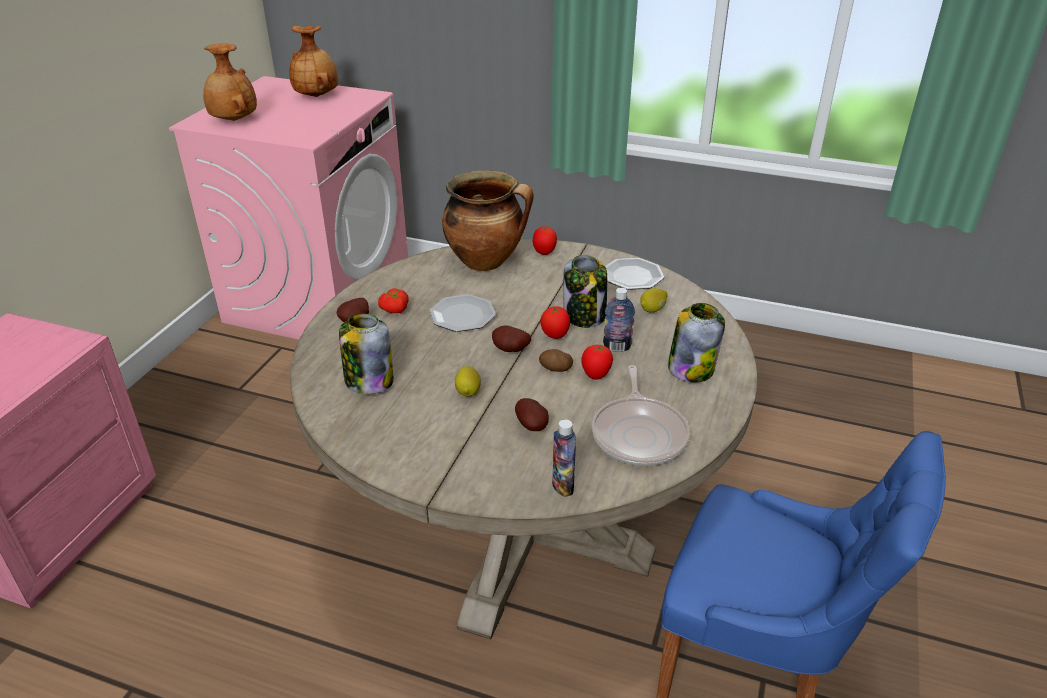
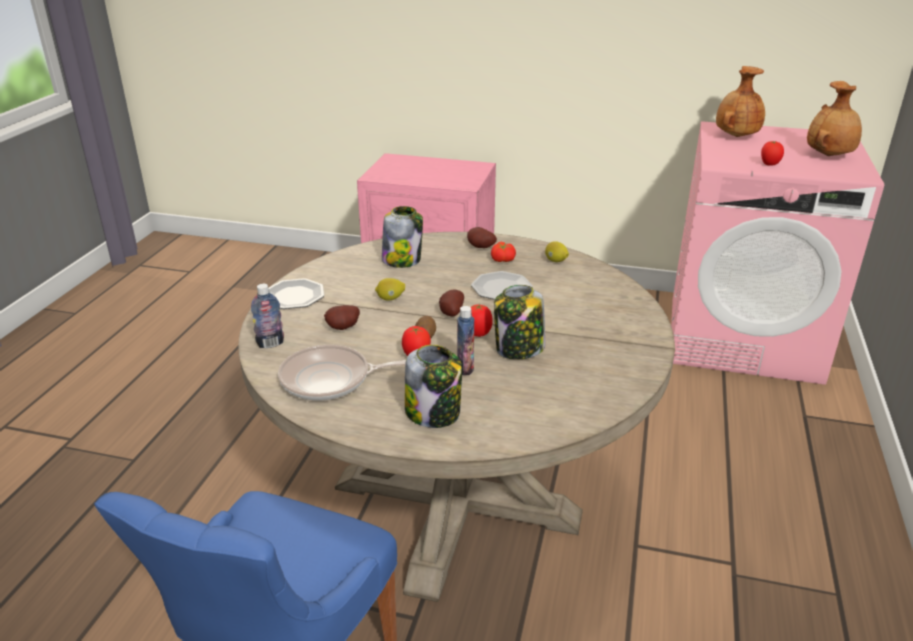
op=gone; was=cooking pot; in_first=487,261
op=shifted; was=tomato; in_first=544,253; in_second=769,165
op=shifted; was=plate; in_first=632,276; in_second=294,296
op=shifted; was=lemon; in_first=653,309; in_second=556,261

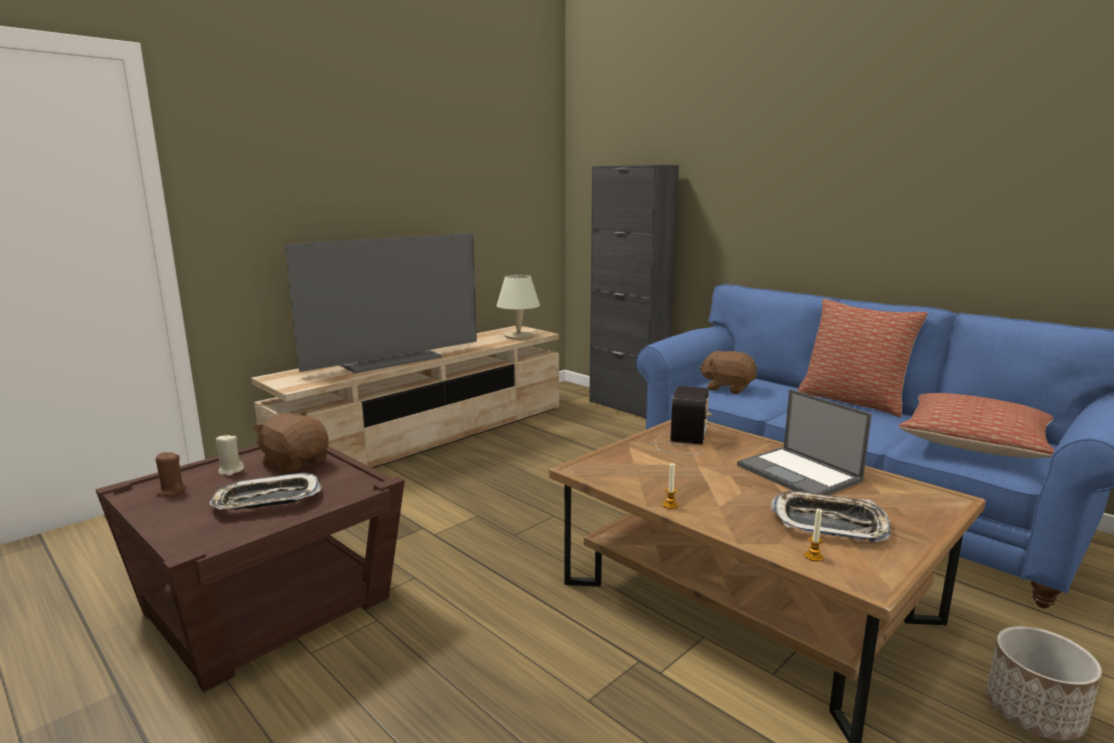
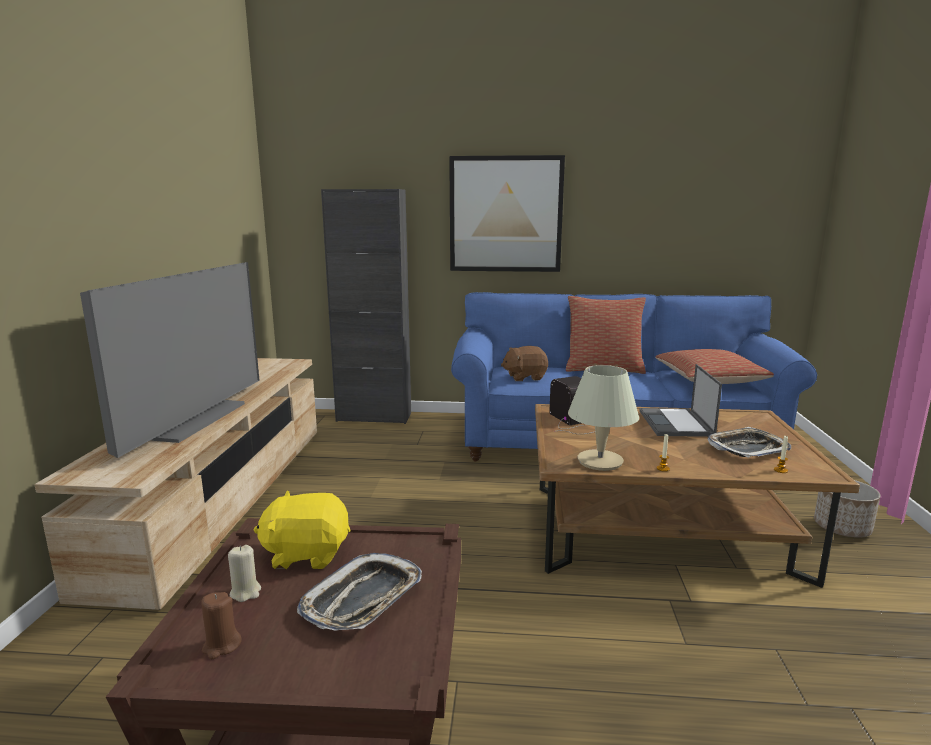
op=shifted; was=beige-coloured lamp for a table; in_first=518,336; in_second=600,461
op=rotated; was=notebook computer; in_first=800,473; in_second=676,423; clockwise=75
op=repainted; was=brownish cuddly toy; now=yellow cuddly toy; in_first=296,463; in_second=306,553
op=new; now=picture; in_second=505,214

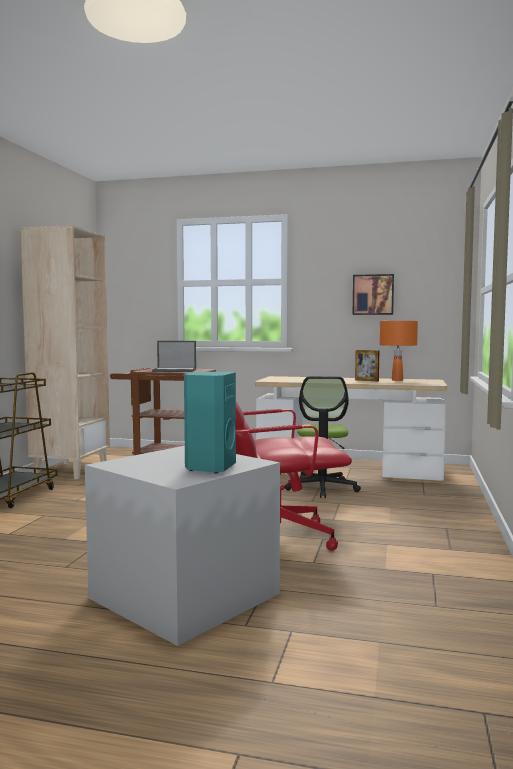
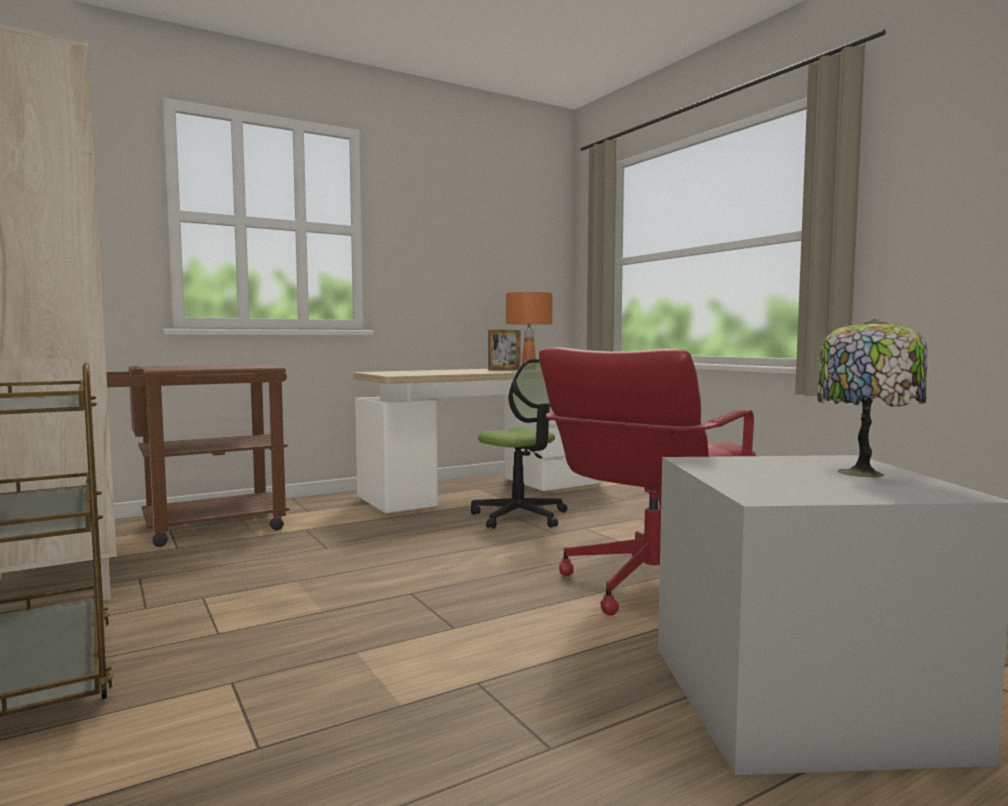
op=gone; was=picture; in_first=373,294
op=gone; was=notebook computer; in_first=175,370
op=swapped; was=turquoise-coloured loudspeaker; now=lamp for a table; in_first=209,468; in_second=864,473

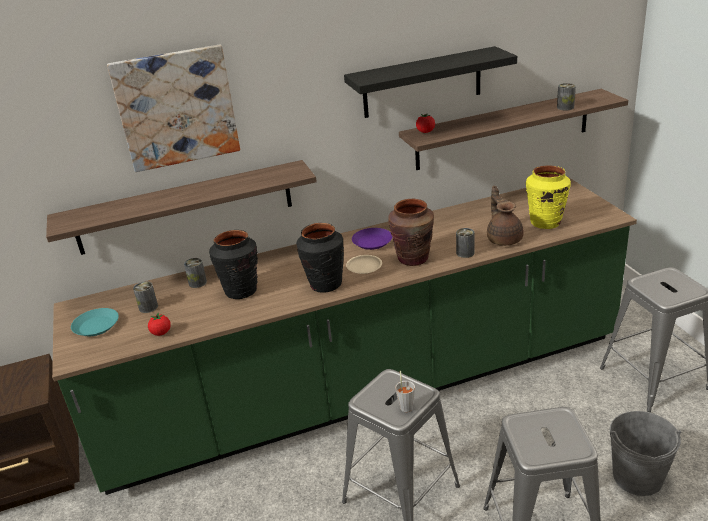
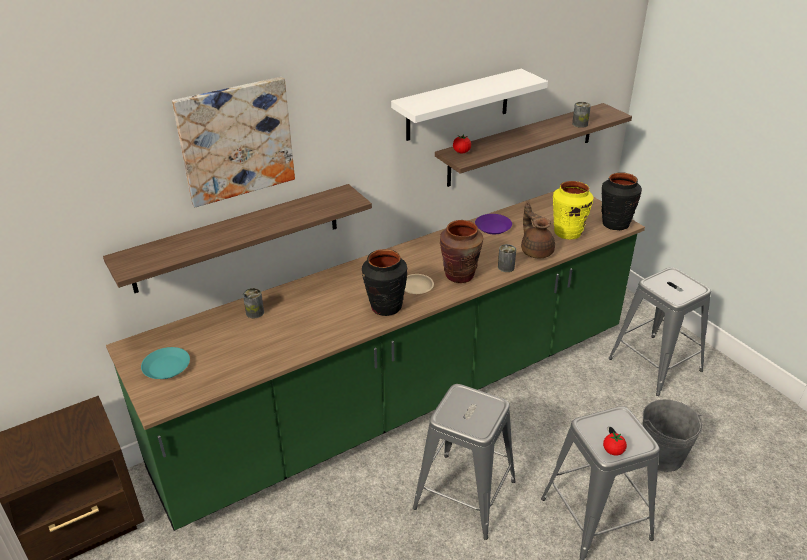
op=repainted; was=black-coloured wall shelf; now=white wall shelf; in_first=422,83; in_second=458,105
op=shifted; was=purple-coloured plate; in_first=372,242; in_second=493,227
op=shifted; was=black-coloured vase; in_first=241,291; in_second=615,224
op=gone; was=can; in_first=148,307
op=shifted; was=tomato; in_first=161,333; in_second=613,451
op=gone; was=greyish cup; in_first=406,405

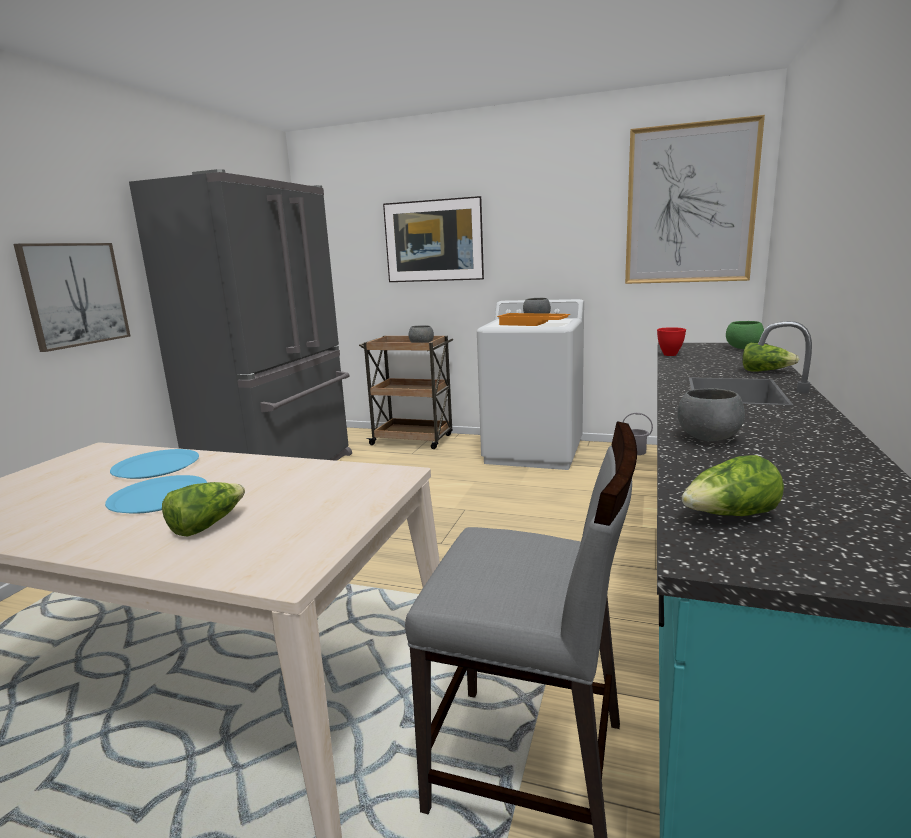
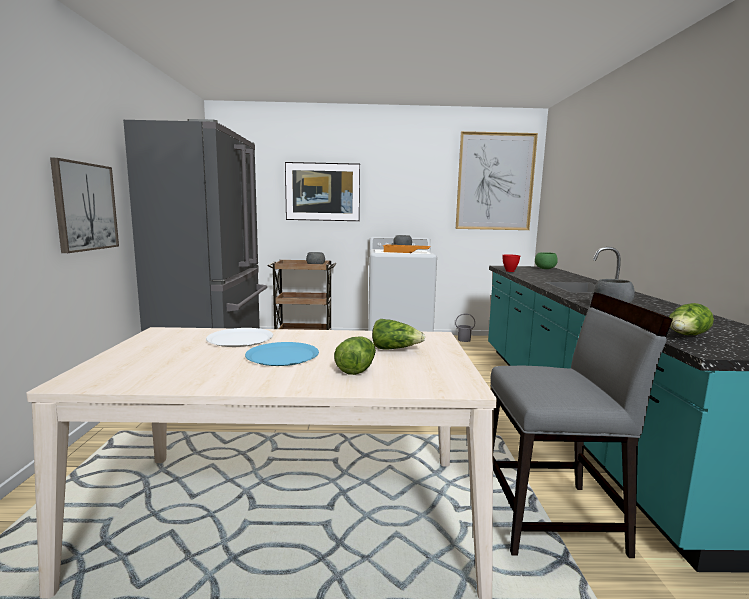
op=shifted; was=head of lettuce; in_first=765,371; in_second=395,349
op=repainted; was=bluish plate; now=white plate; in_first=156,466; in_second=240,339

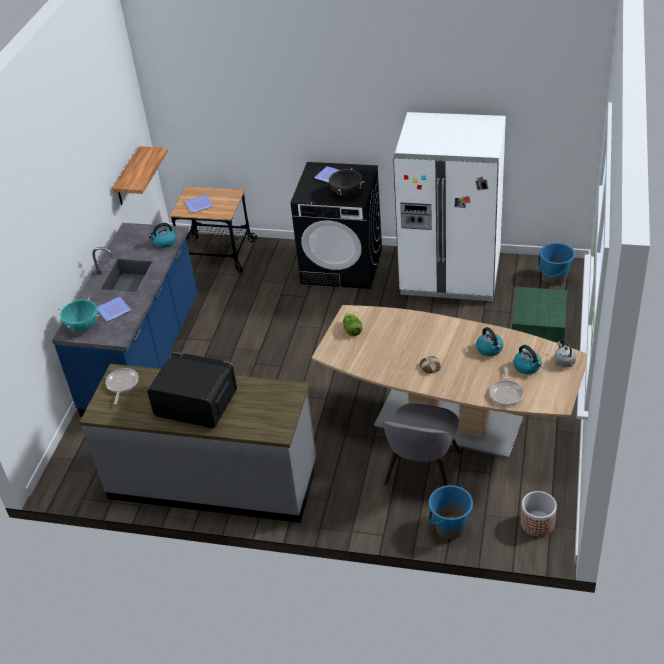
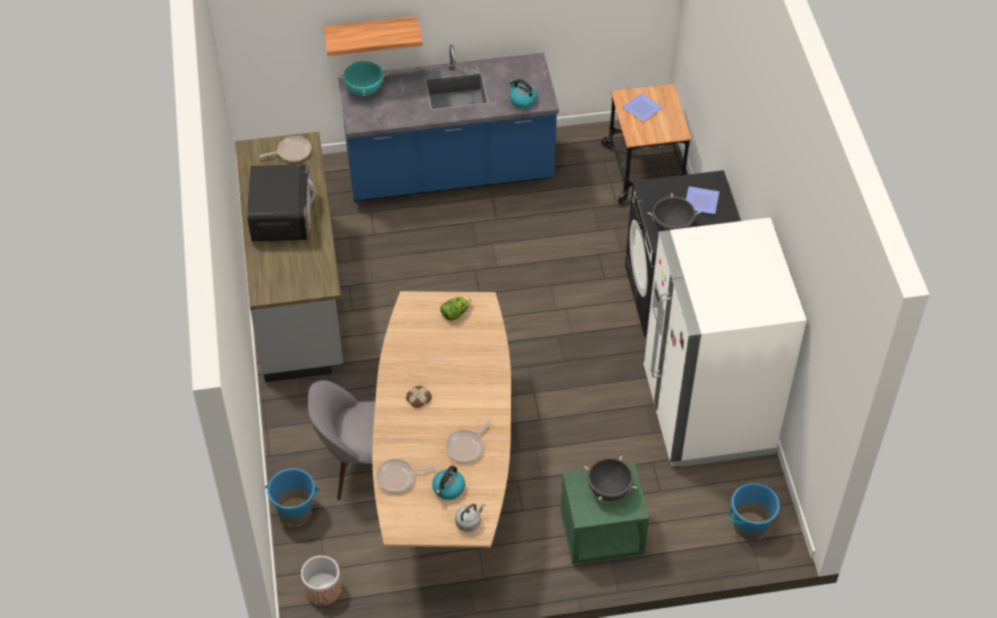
op=shifted; was=wall shelf; in_first=128,177; in_second=371,32
op=gone; was=plate; in_first=115,310
op=swapped; was=tea kettle; now=frying pan; in_first=490,349; in_second=466,447
op=new; now=black-coloured cooking pot; in_second=609,490

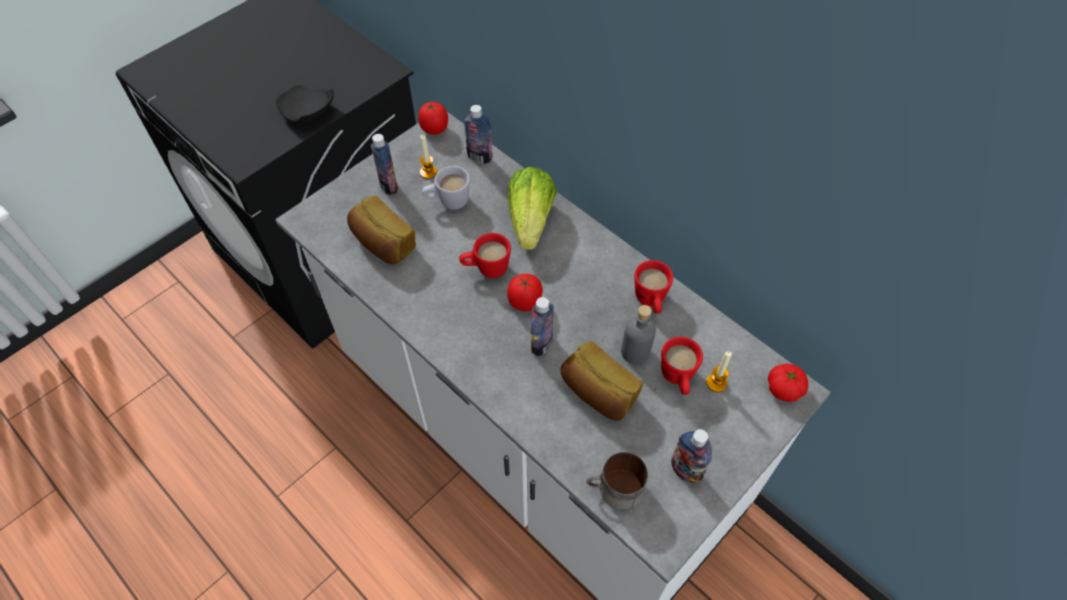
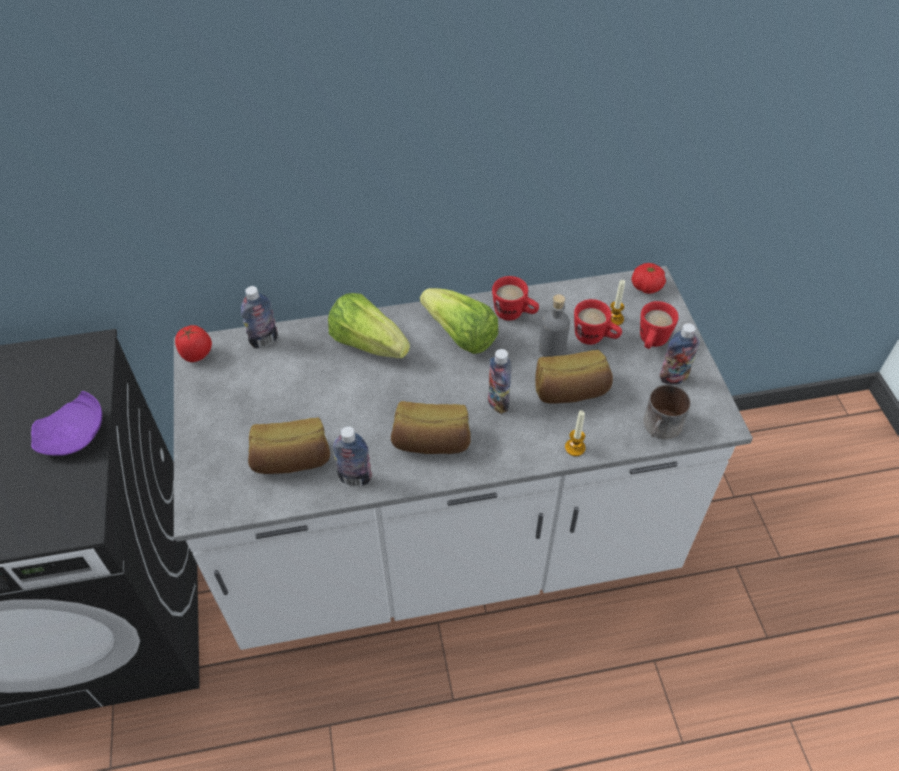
op=repainted; was=black-coloured plate; now=purple-coloured plate; in_first=307,113; in_second=74,436
op=shifted; was=drink bottle; in_first=388,186; in_second=355,478
op=shifted; was=wax candle; in_first=428,172; in_second=575,448
op=gone; was=white tea mug; in_first=448,202
op=shifted; was=red-coloured tea mug; in_first=486,269; in_second=651,342
op=gone; was=tomato; in_first=525,302
op=new; now=head of lettuce; in_second=460,335
op=new; now=baked bread; in_second=431,442

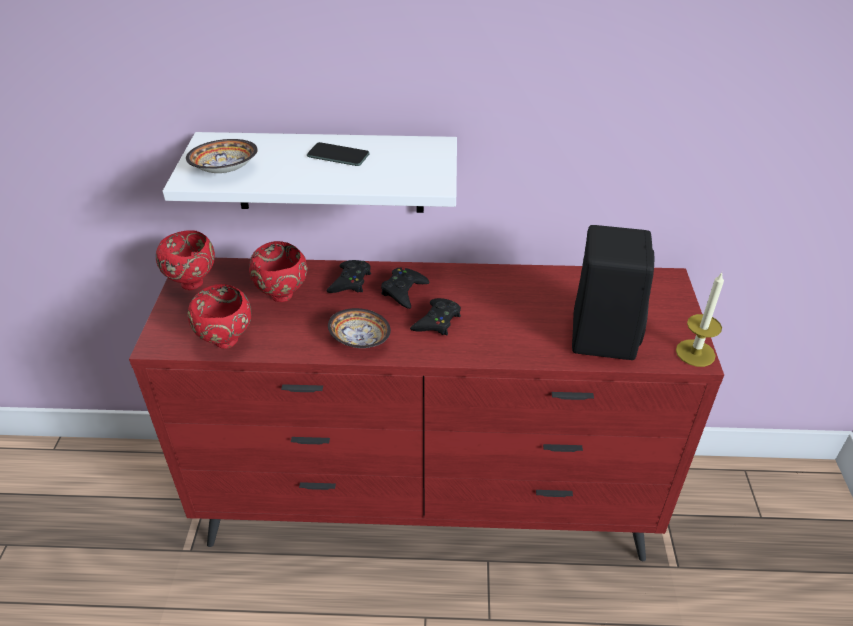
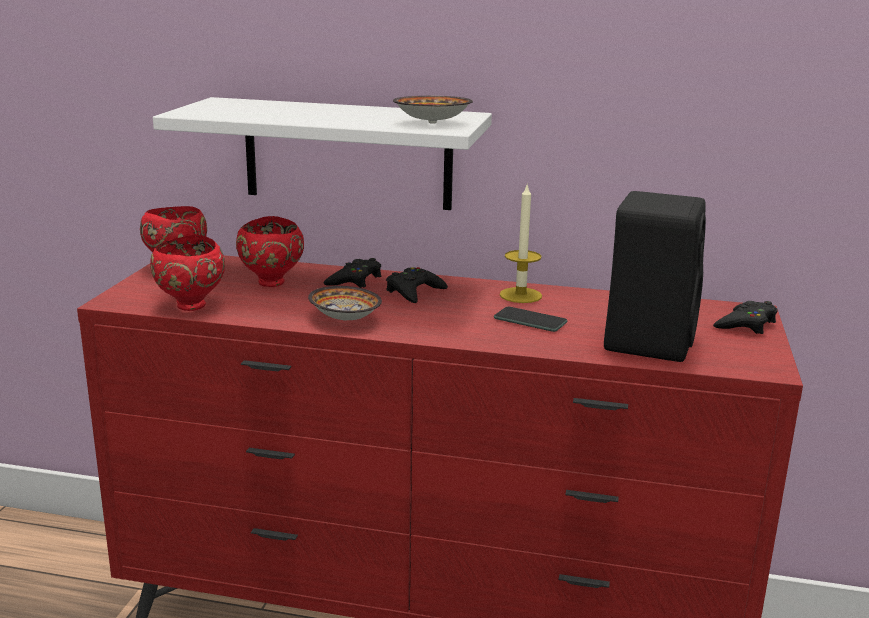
op=shifted; was=deep dish; in_first=226,170; in_second=434,123
op=shifted; was=handset; in_first=338,155; in_second=530,320
op=shifted; was=wax candle; in_first=695,353; in_second=520,295
op=shifted; was=black-coloured game controller; in_first=437,321; in_second=746,324

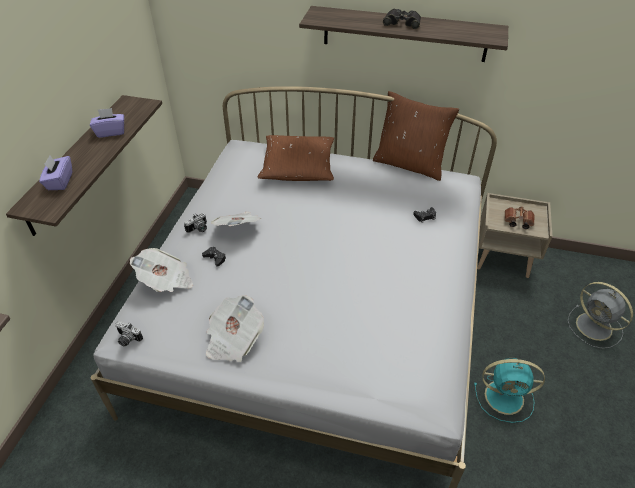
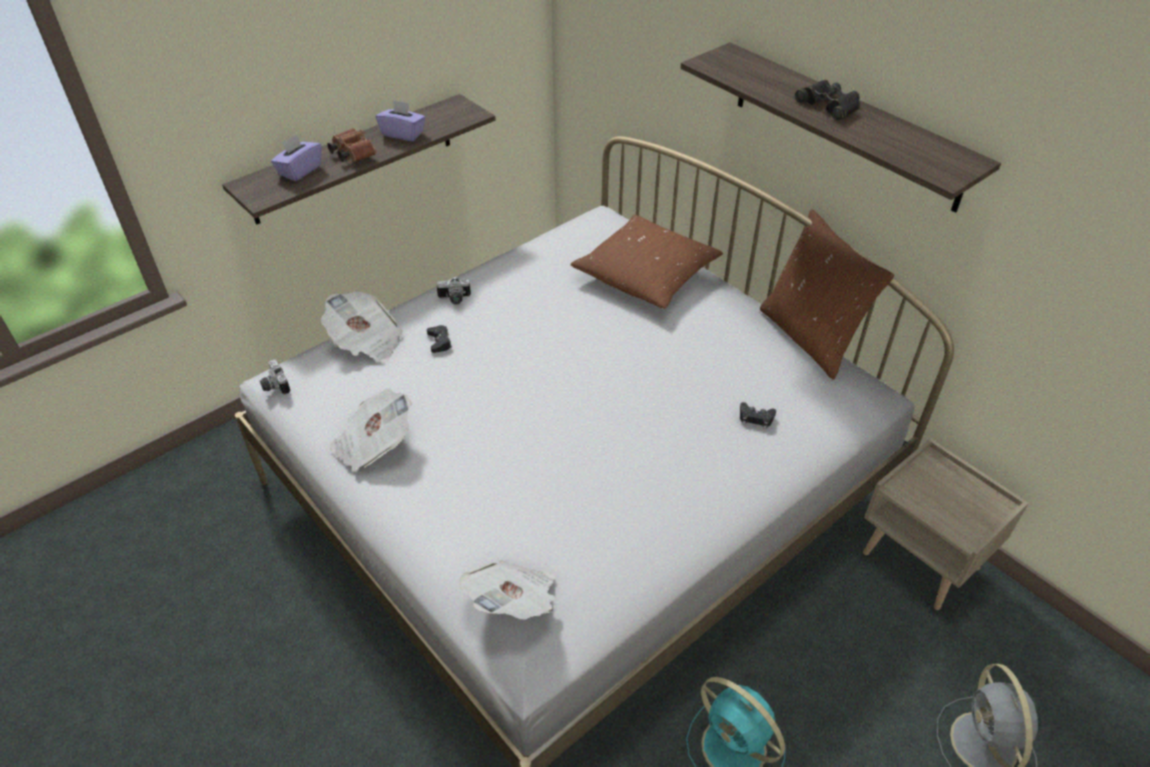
op=shifted; was=brownish pair of binoculars; in_first=517,222; in_second=352,154
op=shifted; was=daily paper; in_first=238,228; in_second=514,602

